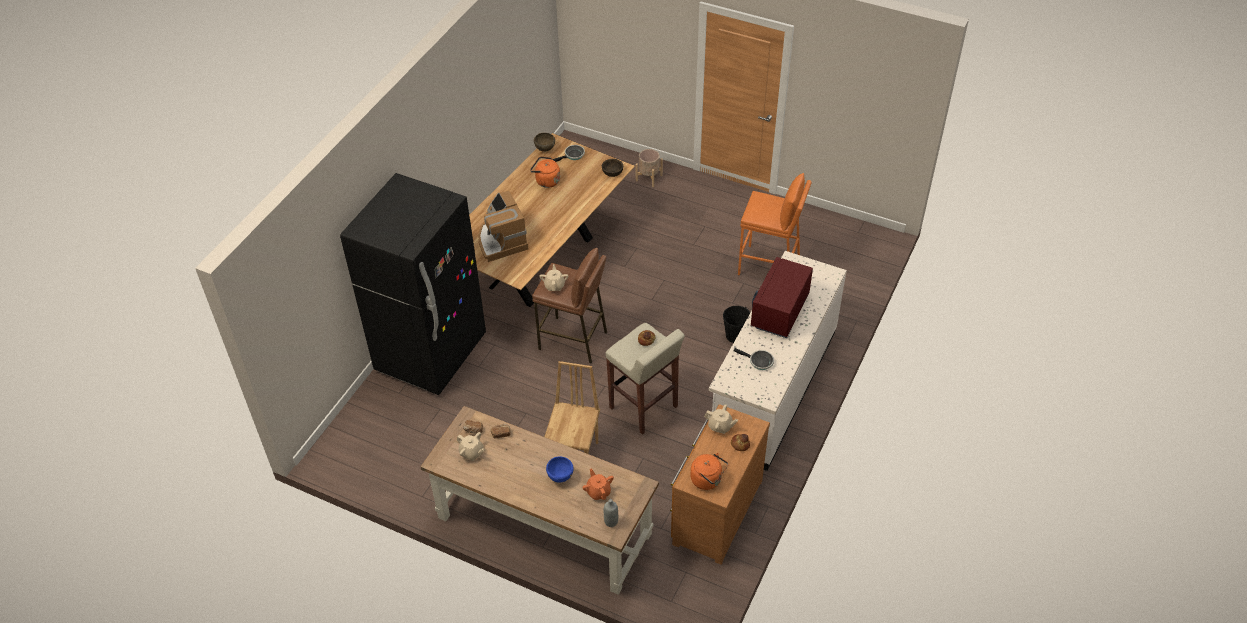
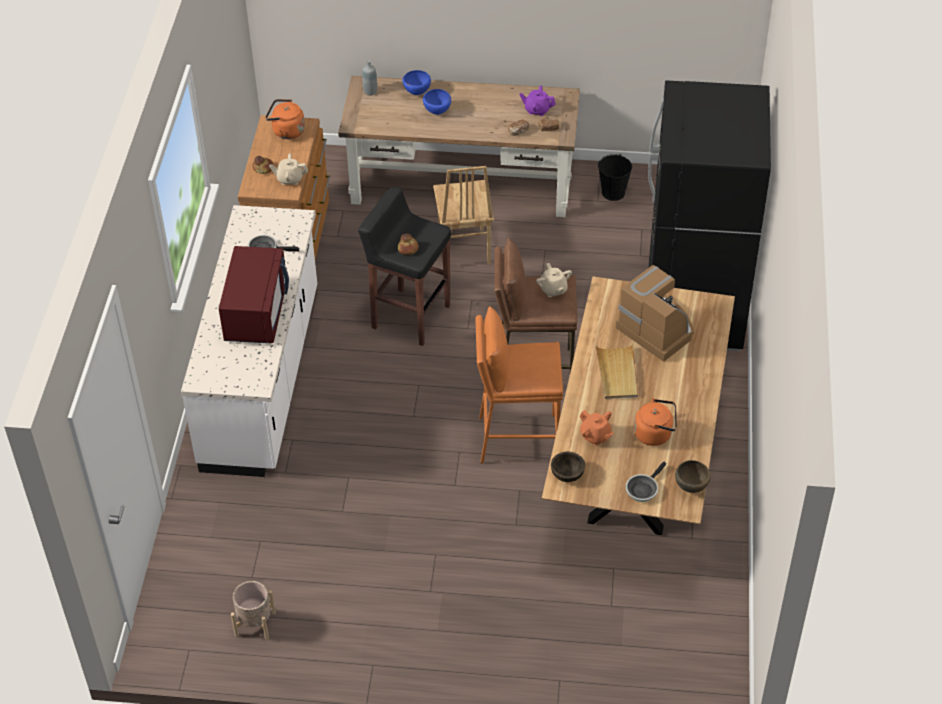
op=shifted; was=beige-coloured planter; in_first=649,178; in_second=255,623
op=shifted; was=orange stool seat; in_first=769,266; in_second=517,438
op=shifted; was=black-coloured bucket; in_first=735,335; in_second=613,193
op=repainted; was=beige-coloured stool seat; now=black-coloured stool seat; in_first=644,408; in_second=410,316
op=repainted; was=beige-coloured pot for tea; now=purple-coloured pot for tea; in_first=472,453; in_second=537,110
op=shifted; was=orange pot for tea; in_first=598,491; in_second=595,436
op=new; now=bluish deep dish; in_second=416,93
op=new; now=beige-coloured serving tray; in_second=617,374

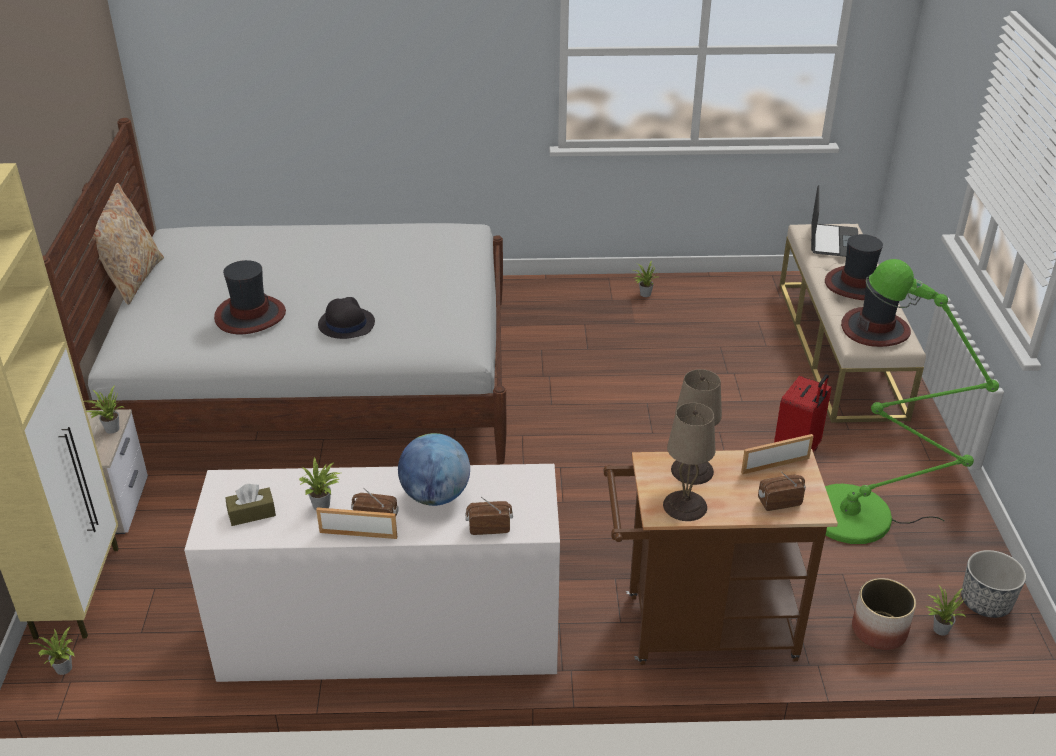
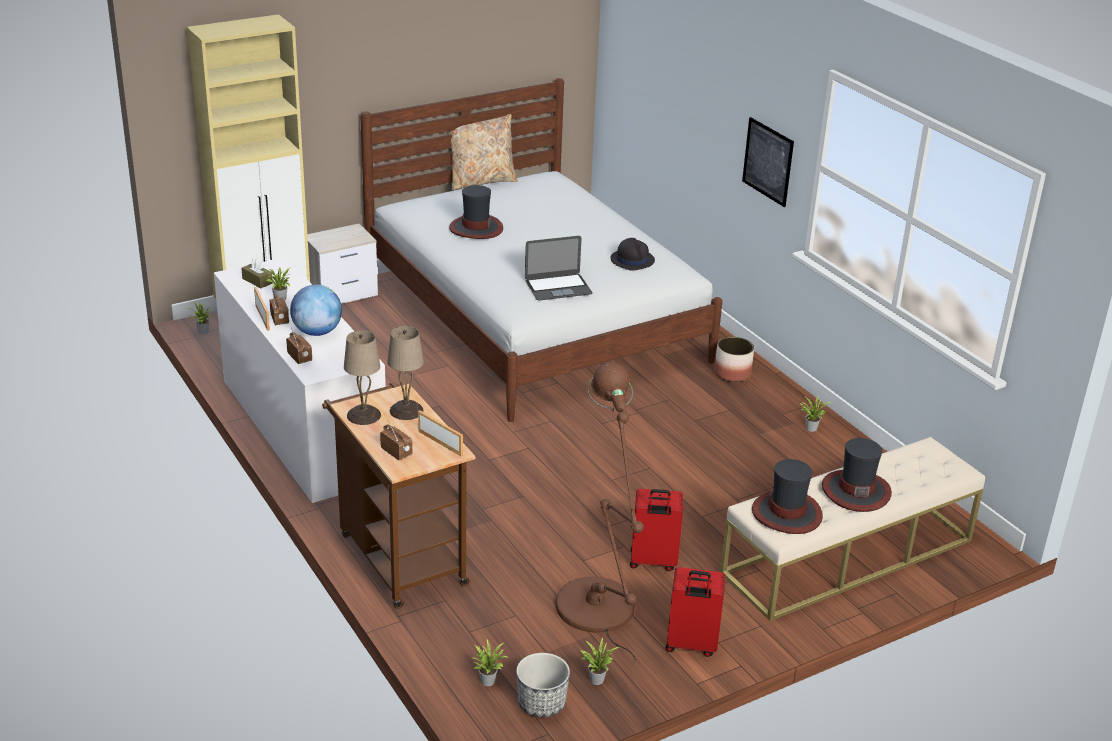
op=shifted; was=notebook computer; in_first=833,241; in_second=558,287
op=repainted; was=greenish floor lamp; now=brownish floor lamp; in_first=861,516; in_second=598,613
op=shifted; was=black-coloured wearable hat; in_first=346,324; in_second=632,260
op=shifted; was=houseplant; in_first=110,429; in_second=596,678
op=shifted; was=planter; in_first=878,630; in_second=732,373
op=new; now=picture; in_second=768,161
op=new; now=red-coloured suitcase; in_second=691,645

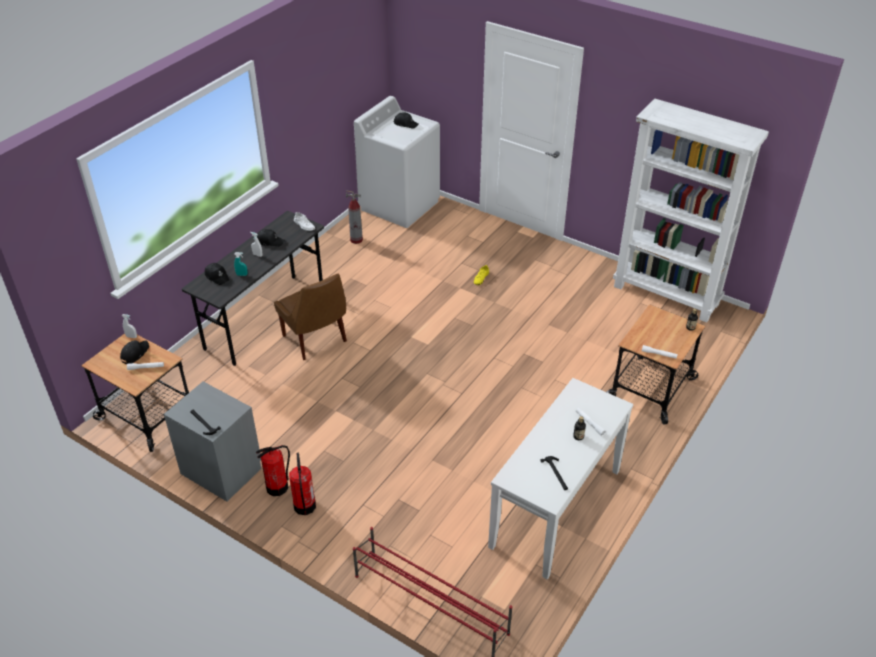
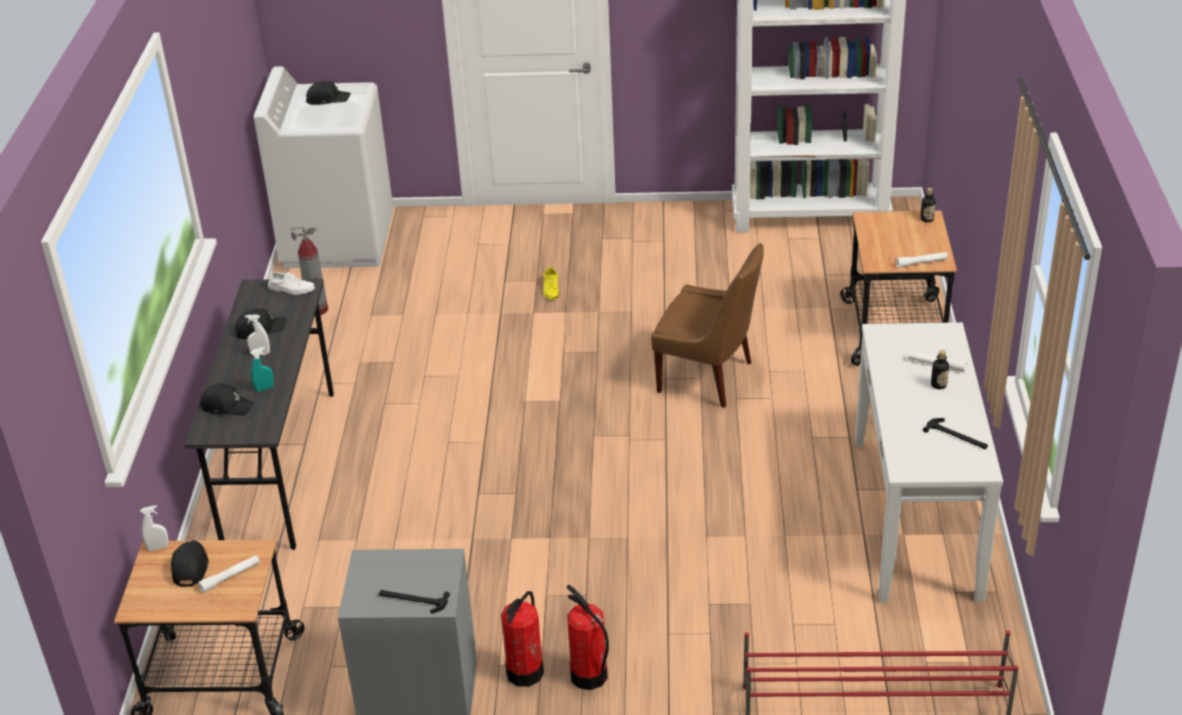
op=shifted; was=brownish chair; in_first=315,340; in_second=709,378

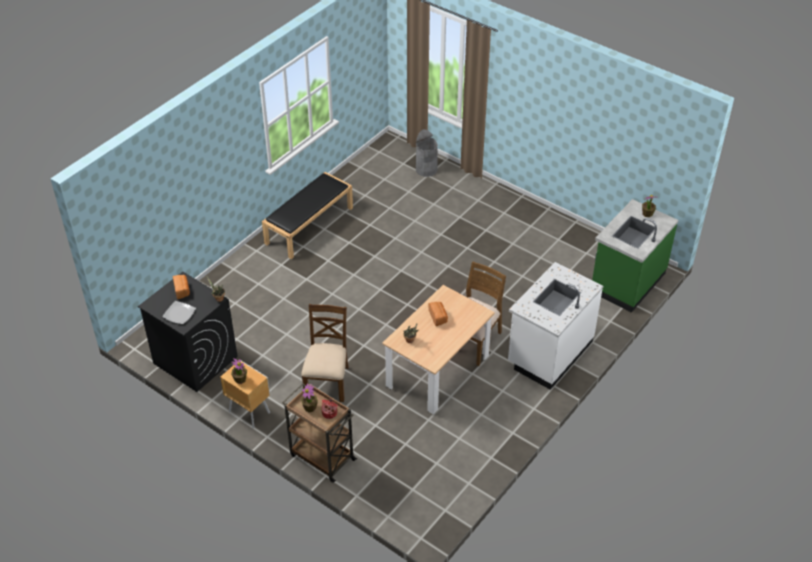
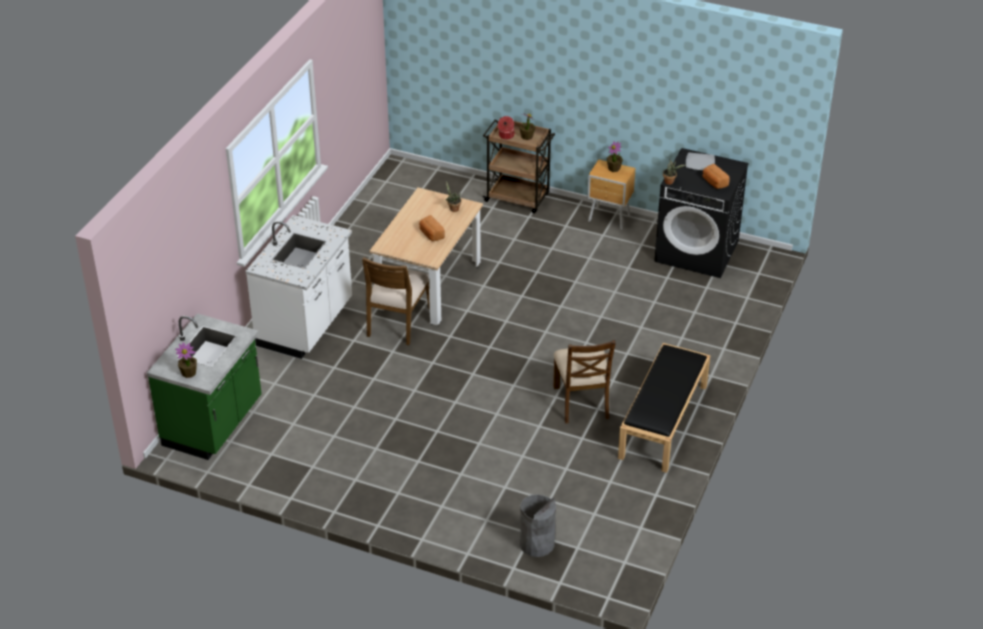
op=shifted; was=brownish chair; in_first=327,381; in_second=582,402

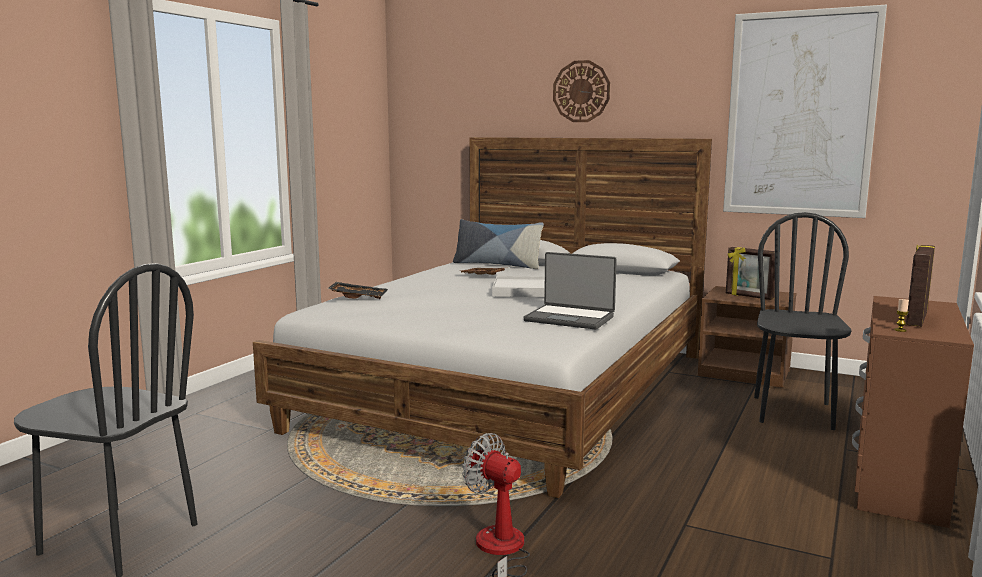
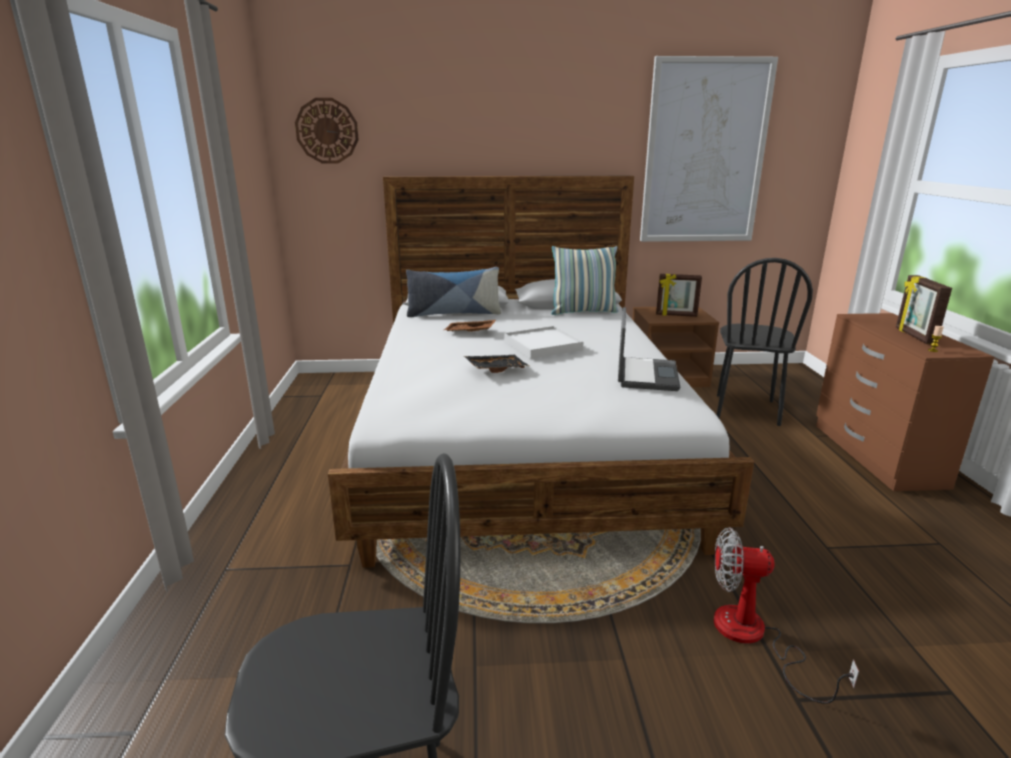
op=shifted; was=hanging clock; in_first=581,91; in_second=327,131
op=rotated; was=black-coloured chair; in_first=793,413; in_second=746,409; clockwise=-150
op=rotated; was=notebook computer; in_first=570,318; in_second=645,375; clockwise=-75
op=shifted; was=black-coloured serving tray; in_first=358,297; in_second=496,368
op=new; now=cushion; in_second=583,311

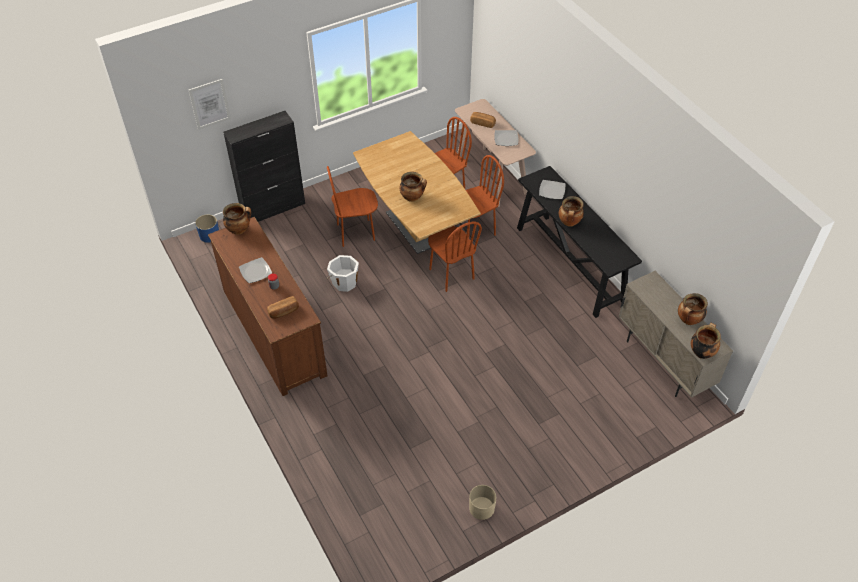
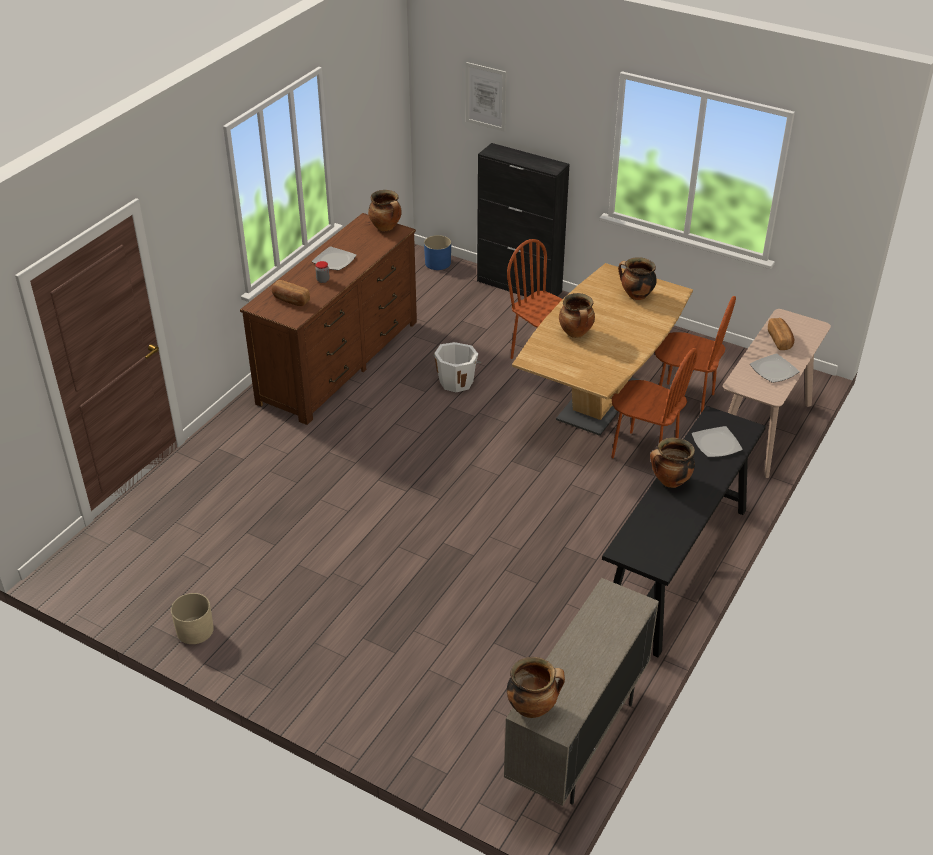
op=gone; was=brownish chair; in_first=451,274
op=shifted; was=cooking pot; in_first=688,320; in_second=636,295

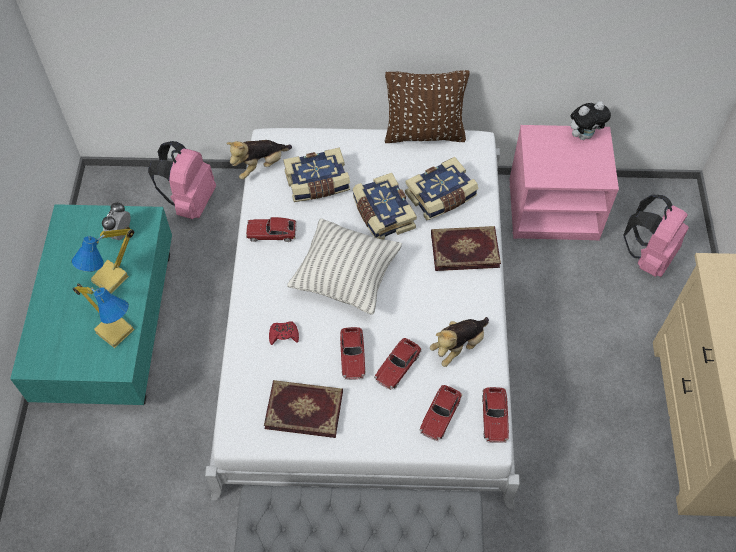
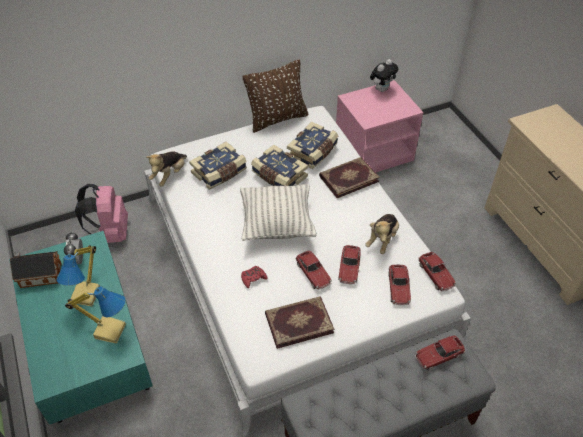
op=gone; was=pinkish backpack; in_first=648,256
op=shifted; was=model car; in_first=271,233; in_second=438,355
op=new; now=model house; in_second=39,275

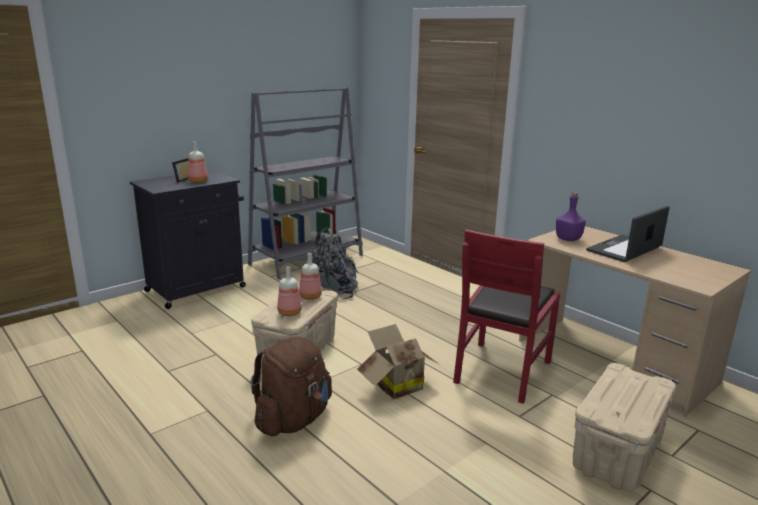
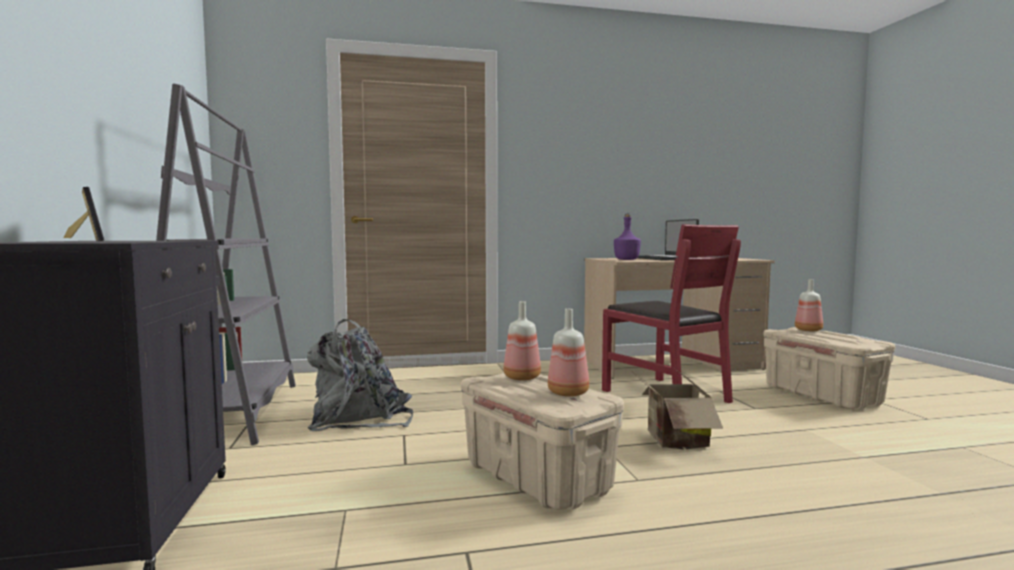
op=shifted; was=drink bottle; in_first=198,182; in_second=809,330
op=gone; was=brownish backpack; in_first=293,420

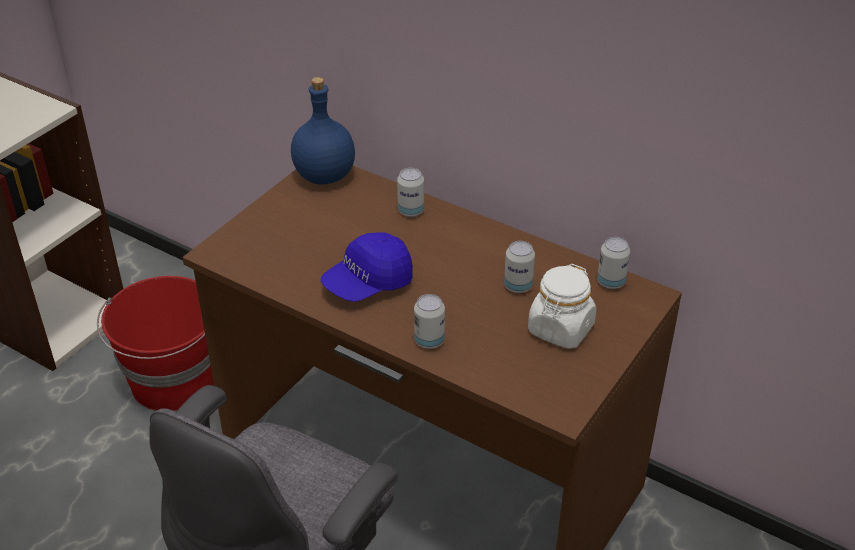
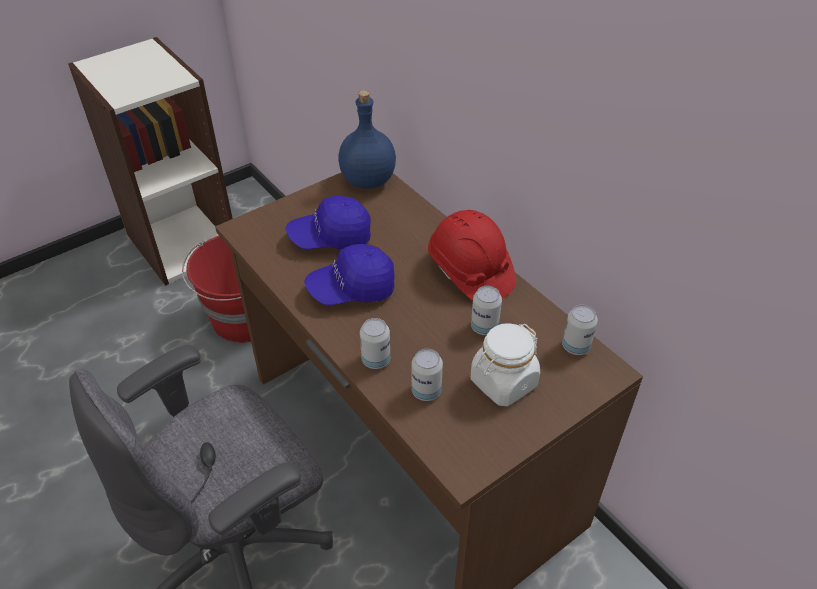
op=shifted; was=can; in_first=411,211; in_second=426,391
op=new; now=bluish baseball cap; in_second=330,238
op=new; now=red-coloured work helmet; in_second=470,272

